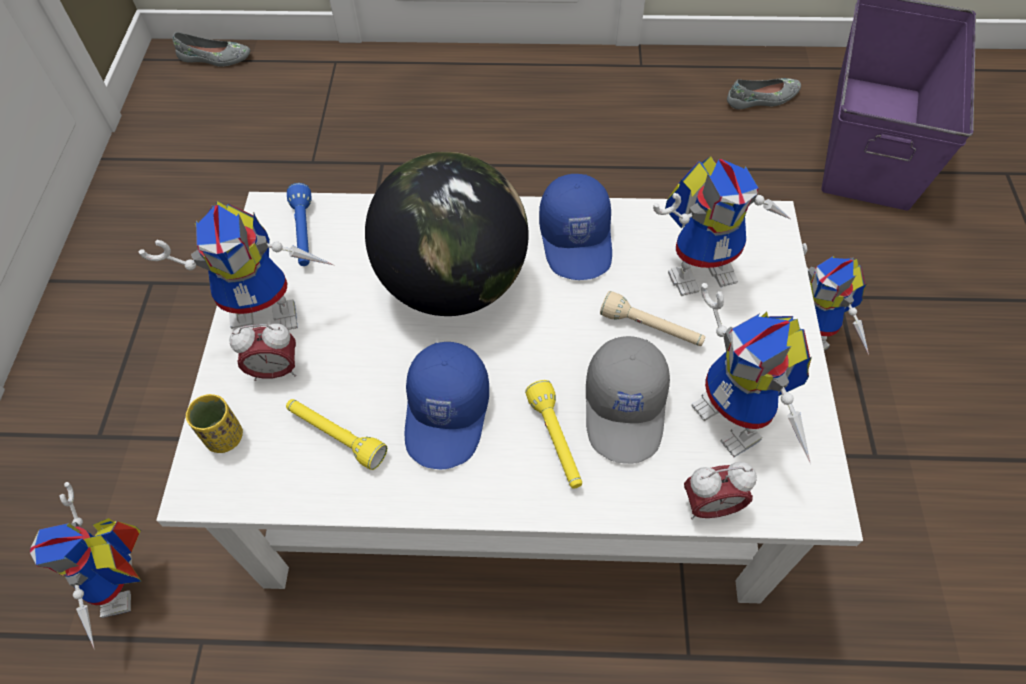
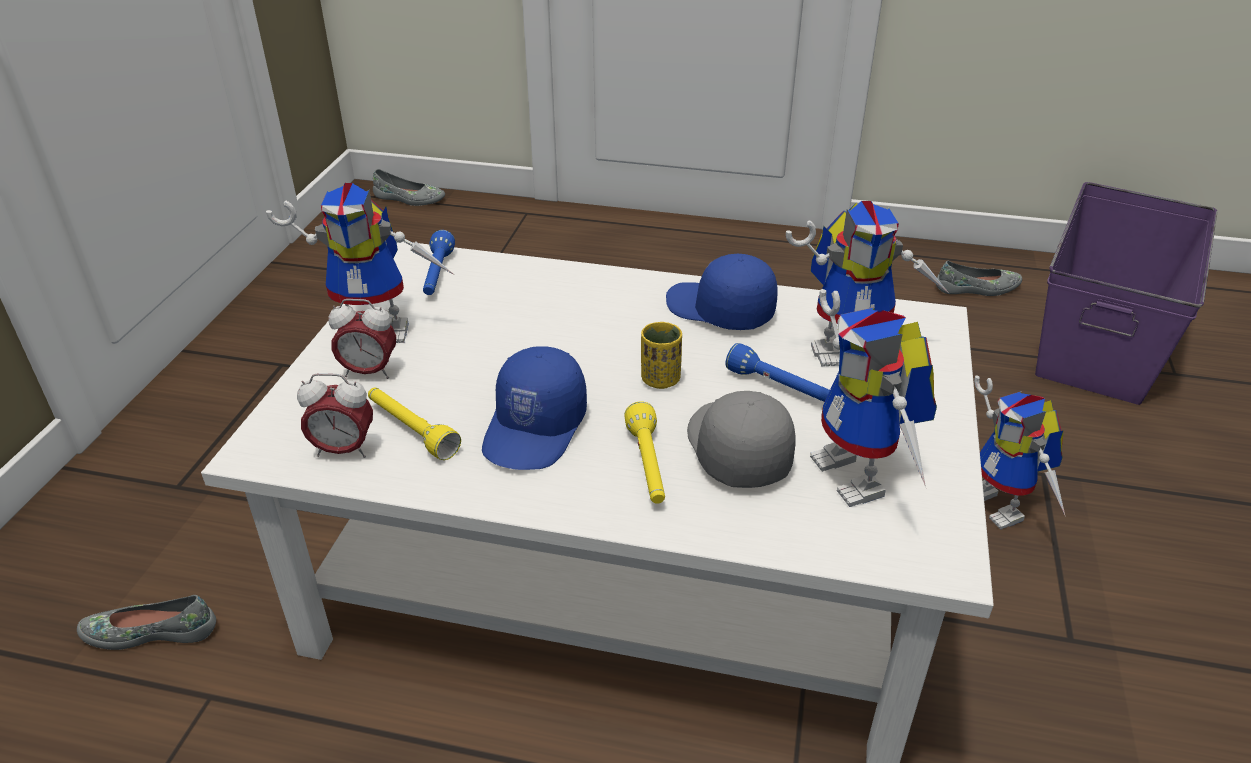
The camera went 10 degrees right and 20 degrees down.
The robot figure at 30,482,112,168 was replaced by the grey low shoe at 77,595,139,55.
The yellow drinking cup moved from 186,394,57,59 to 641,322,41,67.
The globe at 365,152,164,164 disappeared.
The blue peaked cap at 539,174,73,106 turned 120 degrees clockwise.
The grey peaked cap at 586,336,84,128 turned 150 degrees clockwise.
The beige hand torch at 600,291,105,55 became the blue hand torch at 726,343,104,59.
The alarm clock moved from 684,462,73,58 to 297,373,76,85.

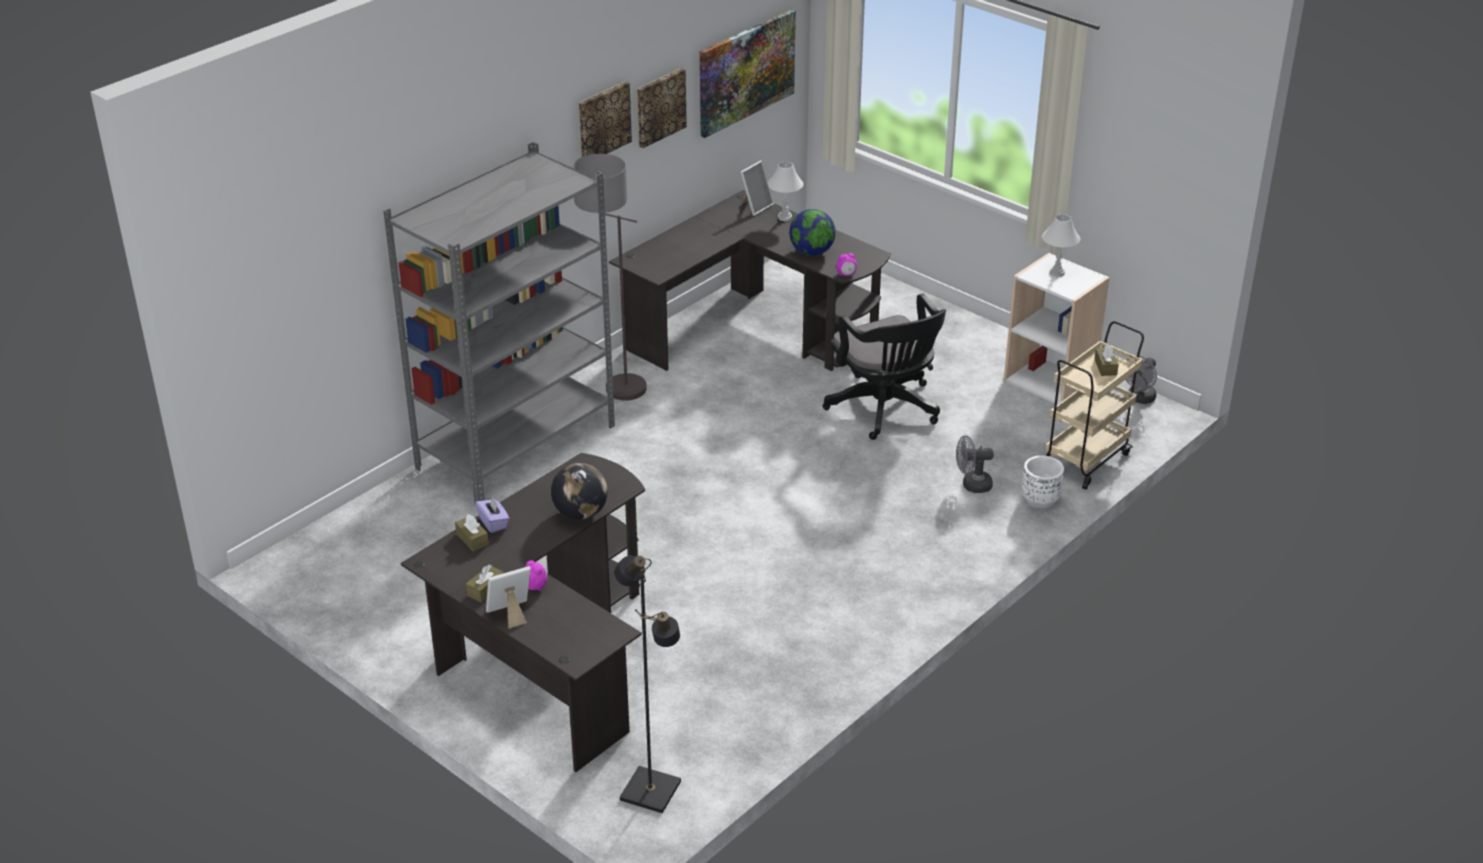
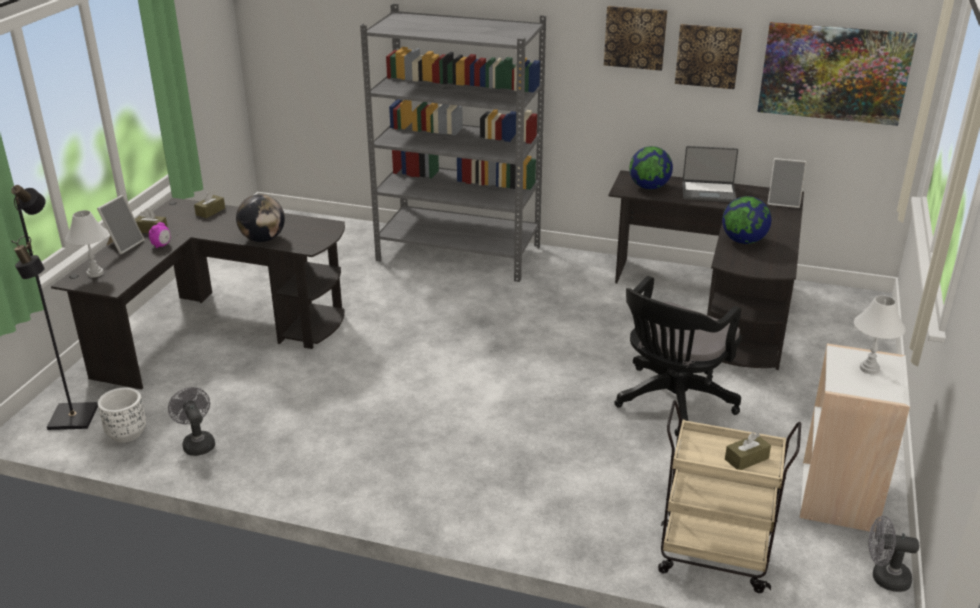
The camera went 65 degrees right and 5 degrees down.
The purplish box of tissues at 475,496,34,37 disappeared.
The standing frame at 486,566,45,63 turned 75 degrees clockwise.
The grey floor lamp at 572,154,75,247 disappeared.
The white-coloured lamp for a table moved from 768,162,35,59 to 65,210,43,68.
The alarm clock at 836,253,21,23 disappeared.
The grey fan moved from 956,435,38,58 to 168,387,47,69.
The white-coloured flower pot moved from 1021,455,43,53 to 98,387,48,56.
The globe at 629,146,44,44 appeared.
The notebook computer at 682,146,56,56 appeared.

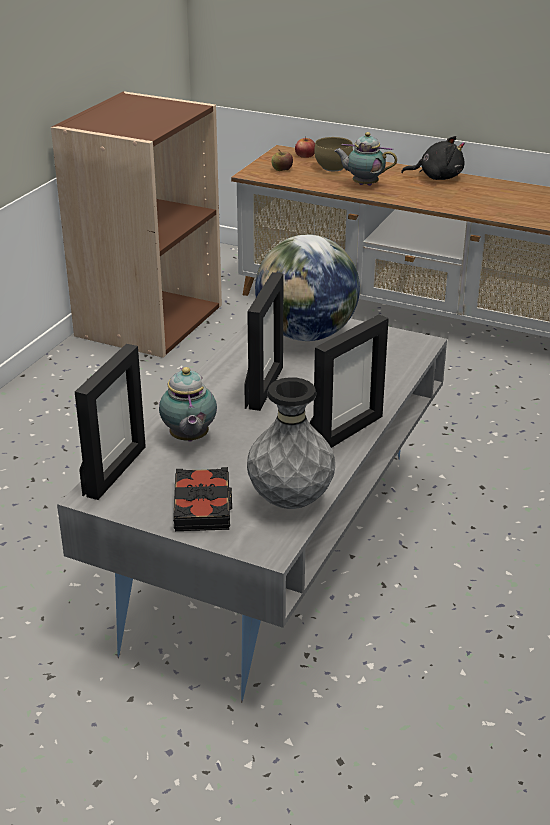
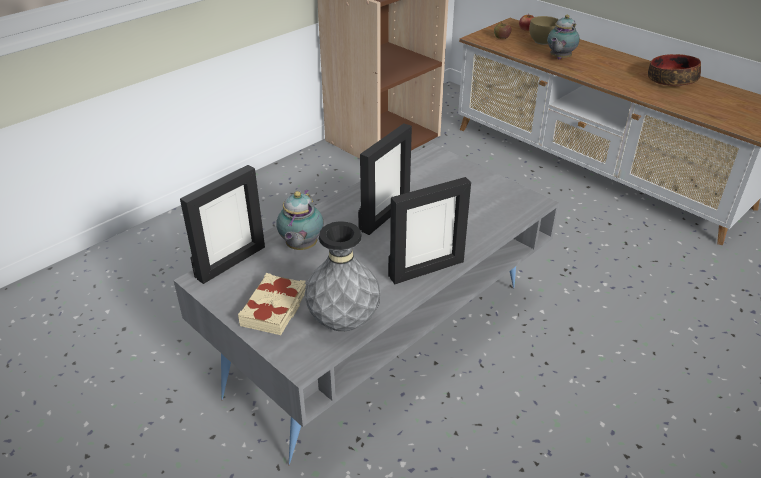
The camera went 20 degrees right and 5 degrees up.
The black volume at 173,467,59,64 became the beige volume at 238,273,68,62.
The globe at 255,235,105,106 disappeared.
The pot for tea at 334,132,63,54 turned 90 degrees counterclockwise.
The black soft toy at 401,136,64,44 disappeared.
The serving bowl at 648,54,53,32 appeared.

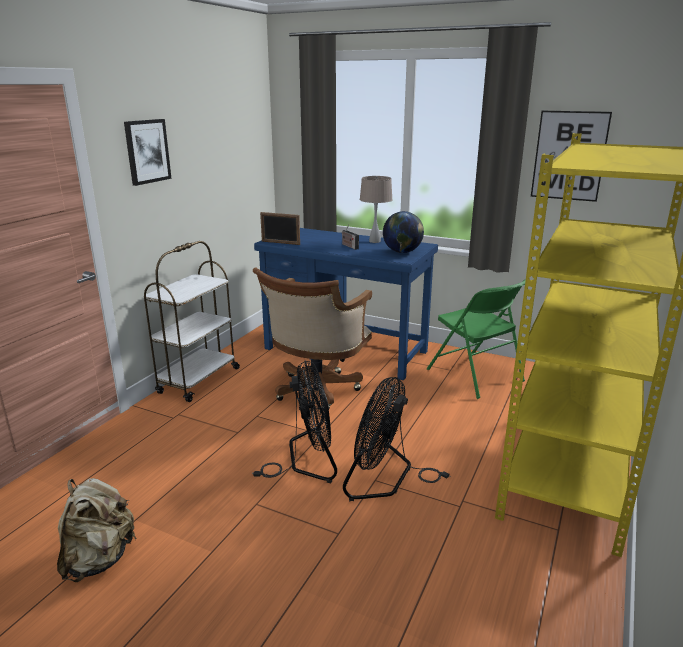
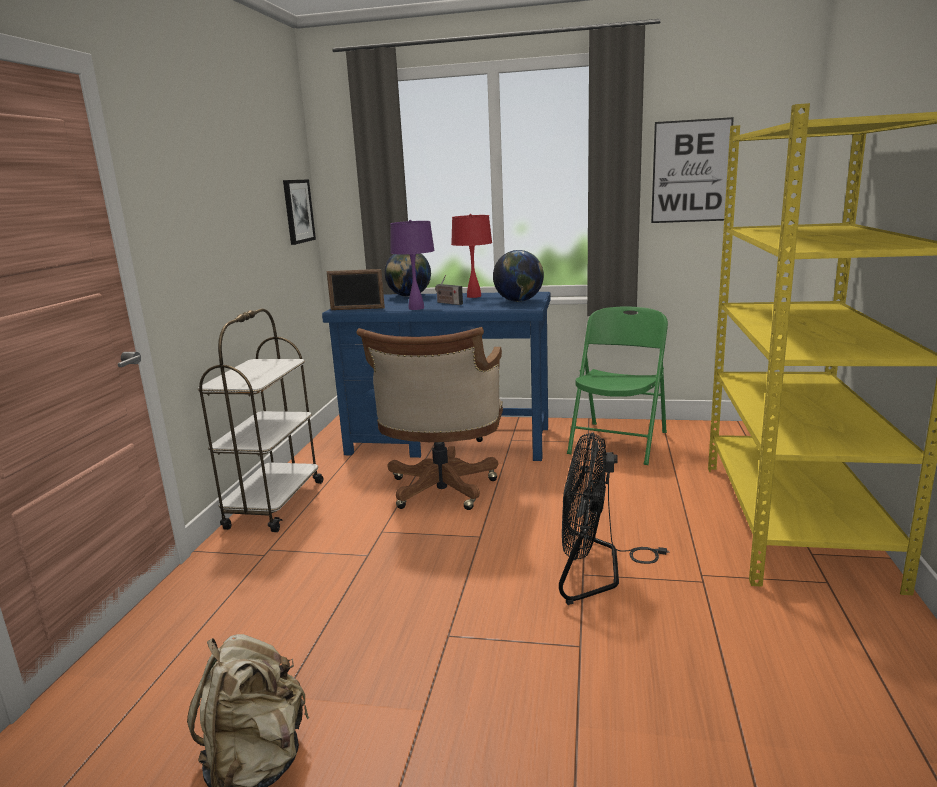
The camera went 15 degrees left and 5 degrees down.
The picture moved from 124,119,48,67 to 283,179,33,66.
The black fan at 254,360,83,124 disappeared.
The beige lamp for a table at 360,176,32,67 became the red-coloured lamp for a table at 451,214,41,84.
The green chair at 427,279,99,120 turned 105 degrees counterclockwise.
The globe at 384,254,47,43 appeared.
The purplish lamp for a table at 390,220,45,90 appeared.

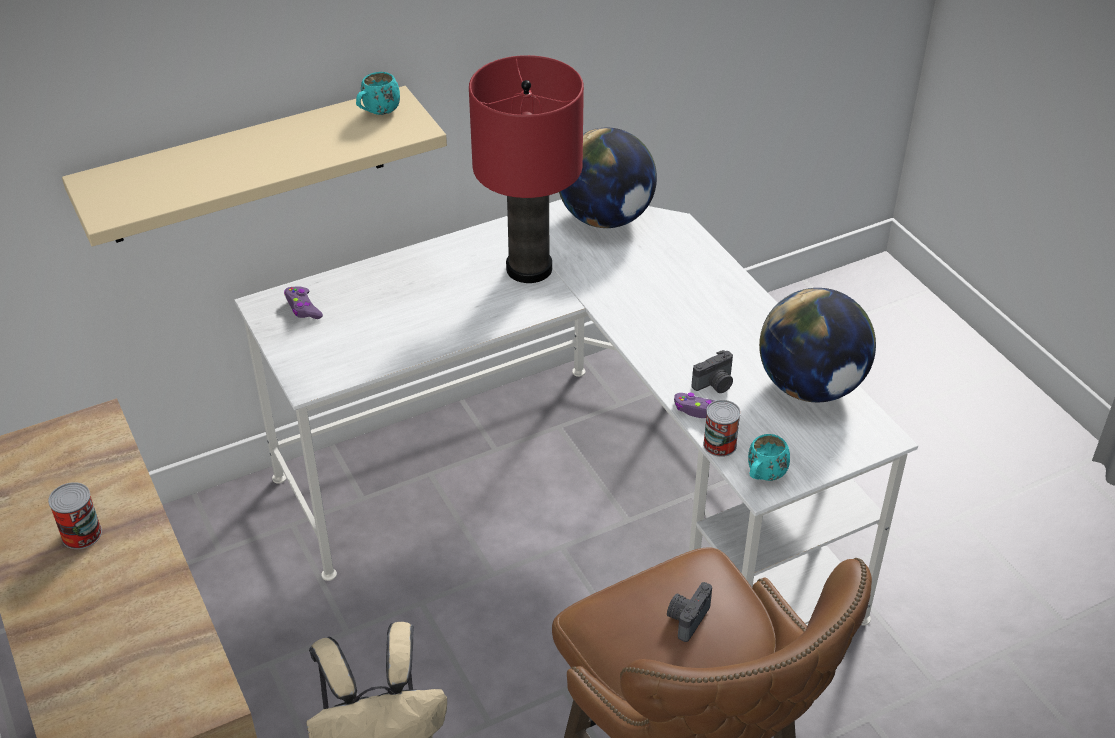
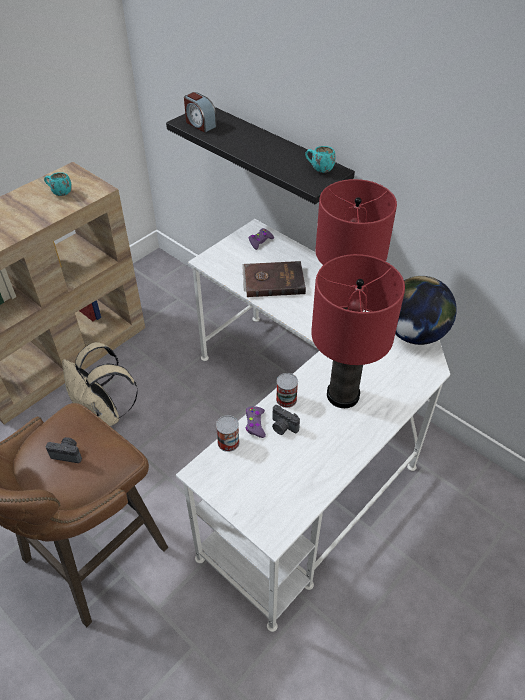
The camera went 70 degrees right and 5 degrees up.
The can moved from 48,482,54,67 to 276,373,22,35.
The beige shelf at 62,86,385,161 became the black shelf at 166,107,189,97.
The blue-green tea mug moved from 748,434,42,47 to 44,172,28,24.
The globe at 759,288,117,114 disappeared.
The alarm clock at 184,92,33,40 appeared.
The brown-coloured volume at 242,261,64,36 appeared.
The red-coloured lamp for a table at 311,254,94,154 appeared.

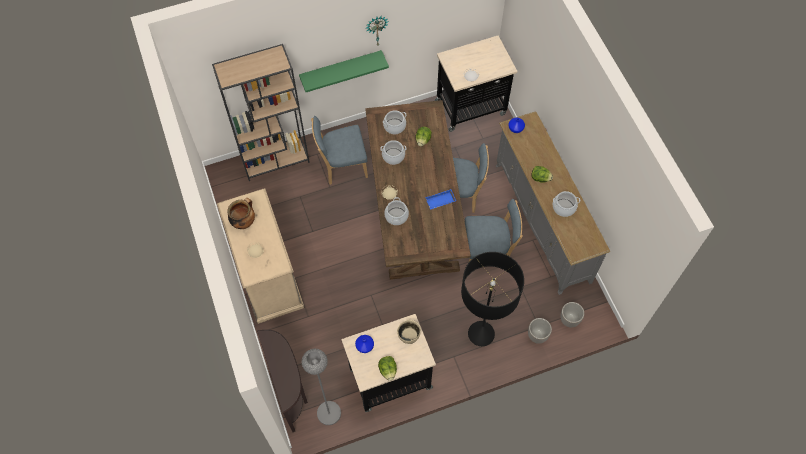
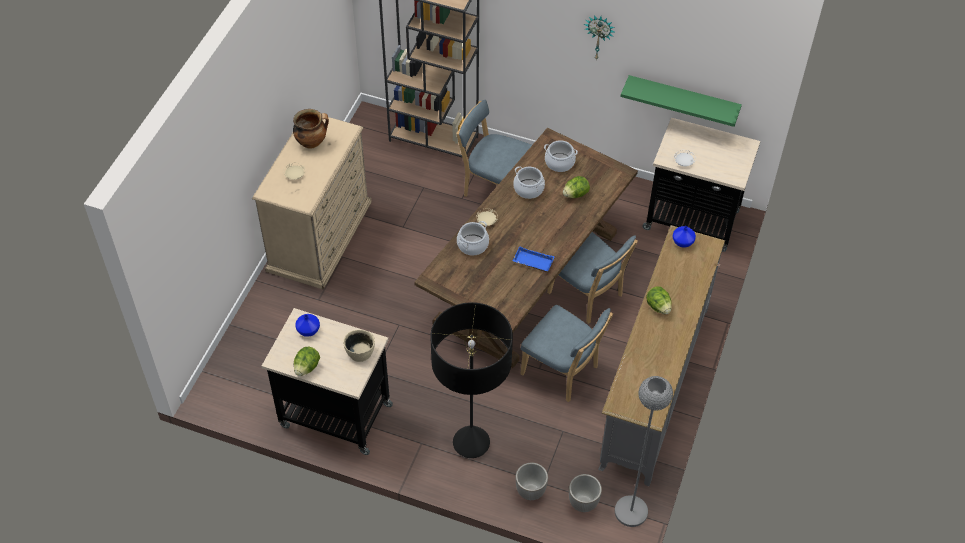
The camera went 40 degrees right and 10 degrees down.
The brown-coloured console table at 257,330,51,102 disappeared.
The green shelf moved from 299,50,90,42 to 621,75,121,52.
The grey floor lamp moved from 302,349,39,76 to 615,376,58,151.
The cooking pot at 553,191,27,26 disappeared.

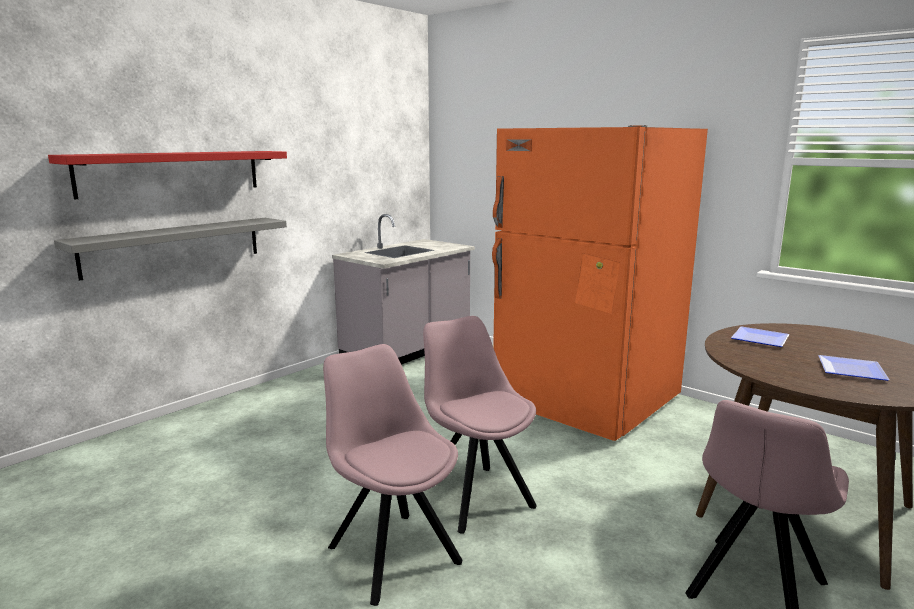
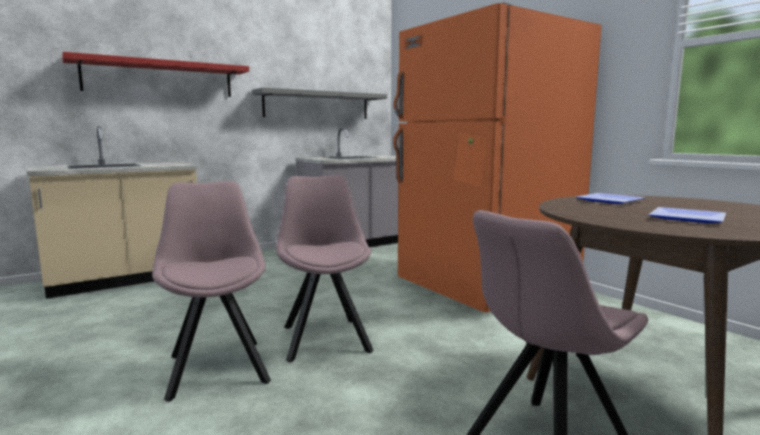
The camera went 15 degrees right and 5 degrees down.
The grey shelf moved from 54,218,233,63 to 252,87,135,32.
The beige kitchen base unit at 27,126,171,173 appeared.

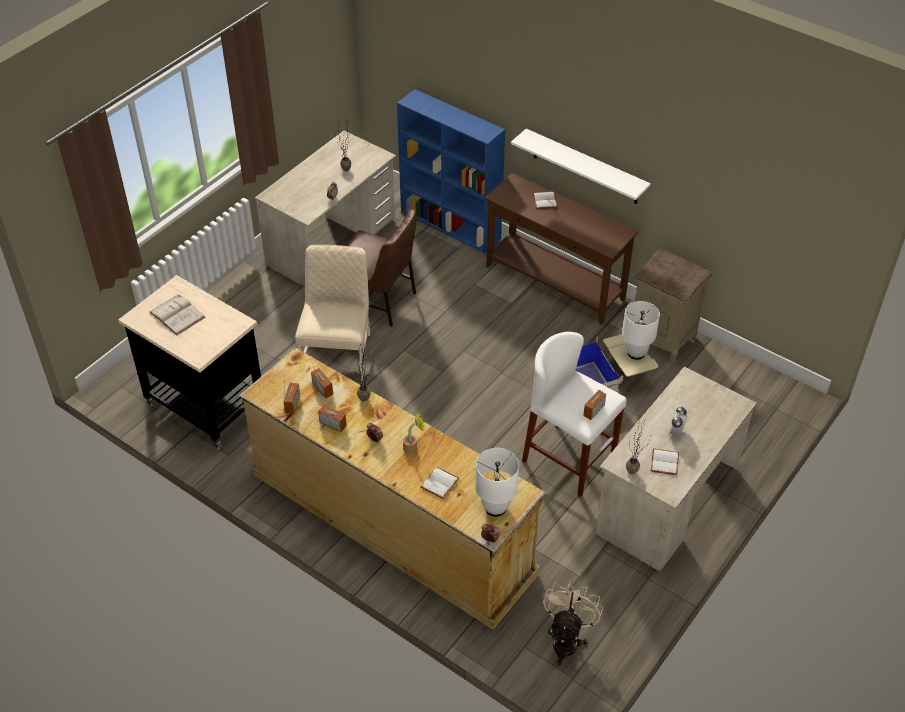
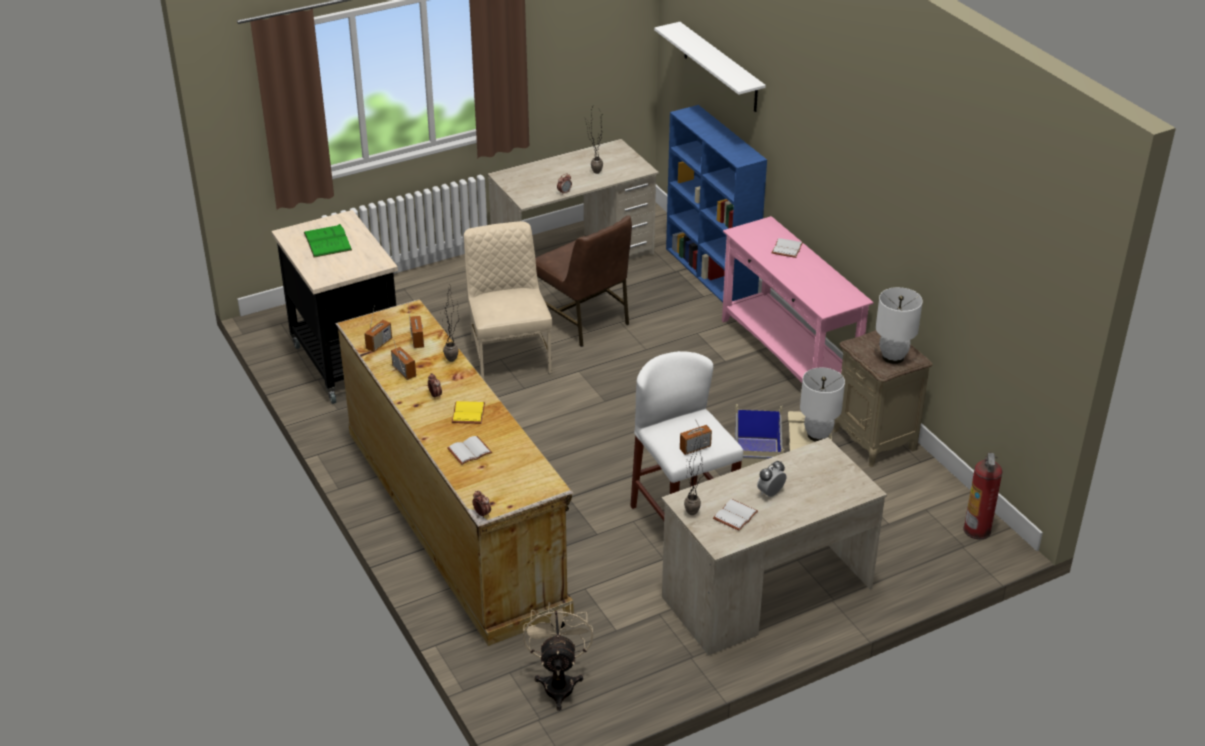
The camera went 25 degrees right and 10 degrees down.
The white-coloured volume at 149,294,57,41 became the green volume at 304,224,48,34.
The beige chair at 295,245,75,138 turned 45 degrees counterclockwise.
The potted plant at 403,412,23,42 was replaced by the yellow volume at 452,401,33,23.
The white-coloured lamp for a table moved from 475,448,44,69 to 876,287,47,77.
The brown-coloured console table at 484,173,155,152 became the pink-coloured console table at 722,216,151,167.
The white-coloured shelf moved from 511,129,140,75 to 654,22,112,90.
The beige fan at 543,581,60,85 turned 45 degrees counterclockwise.
The extinguisher at 964,453,38,87 appeared.

